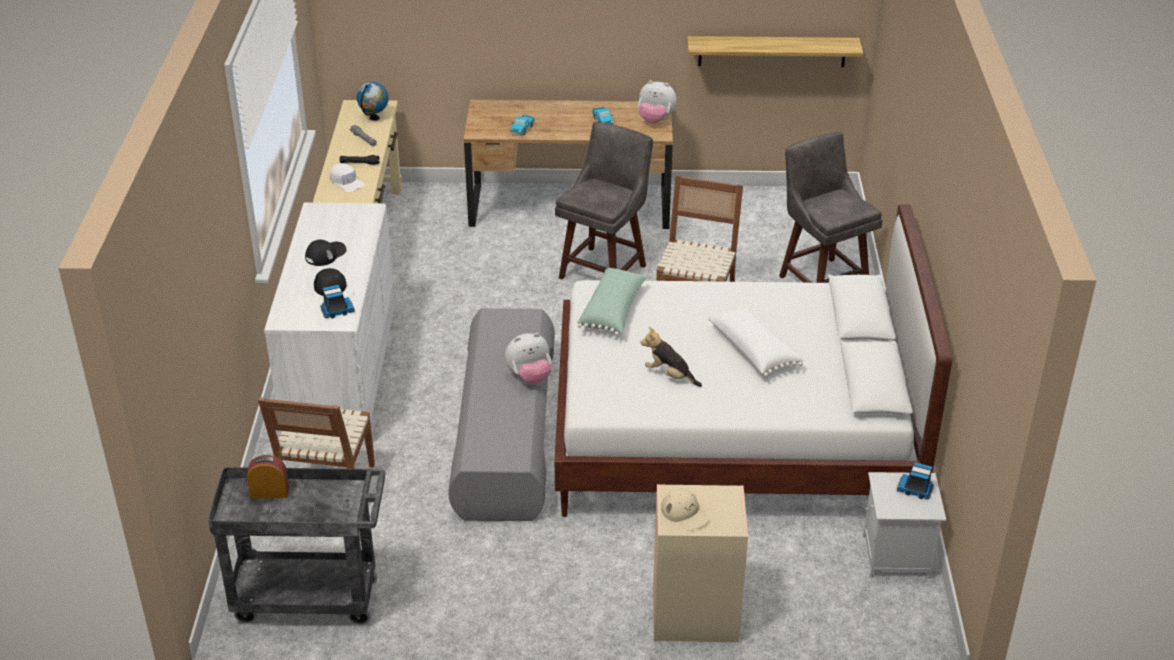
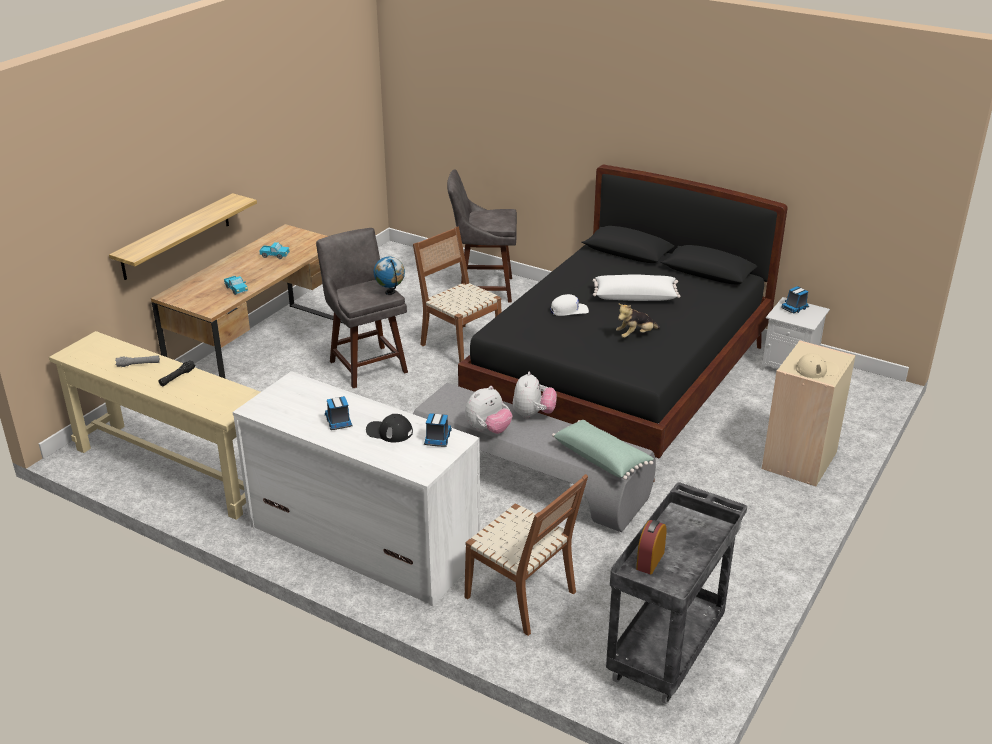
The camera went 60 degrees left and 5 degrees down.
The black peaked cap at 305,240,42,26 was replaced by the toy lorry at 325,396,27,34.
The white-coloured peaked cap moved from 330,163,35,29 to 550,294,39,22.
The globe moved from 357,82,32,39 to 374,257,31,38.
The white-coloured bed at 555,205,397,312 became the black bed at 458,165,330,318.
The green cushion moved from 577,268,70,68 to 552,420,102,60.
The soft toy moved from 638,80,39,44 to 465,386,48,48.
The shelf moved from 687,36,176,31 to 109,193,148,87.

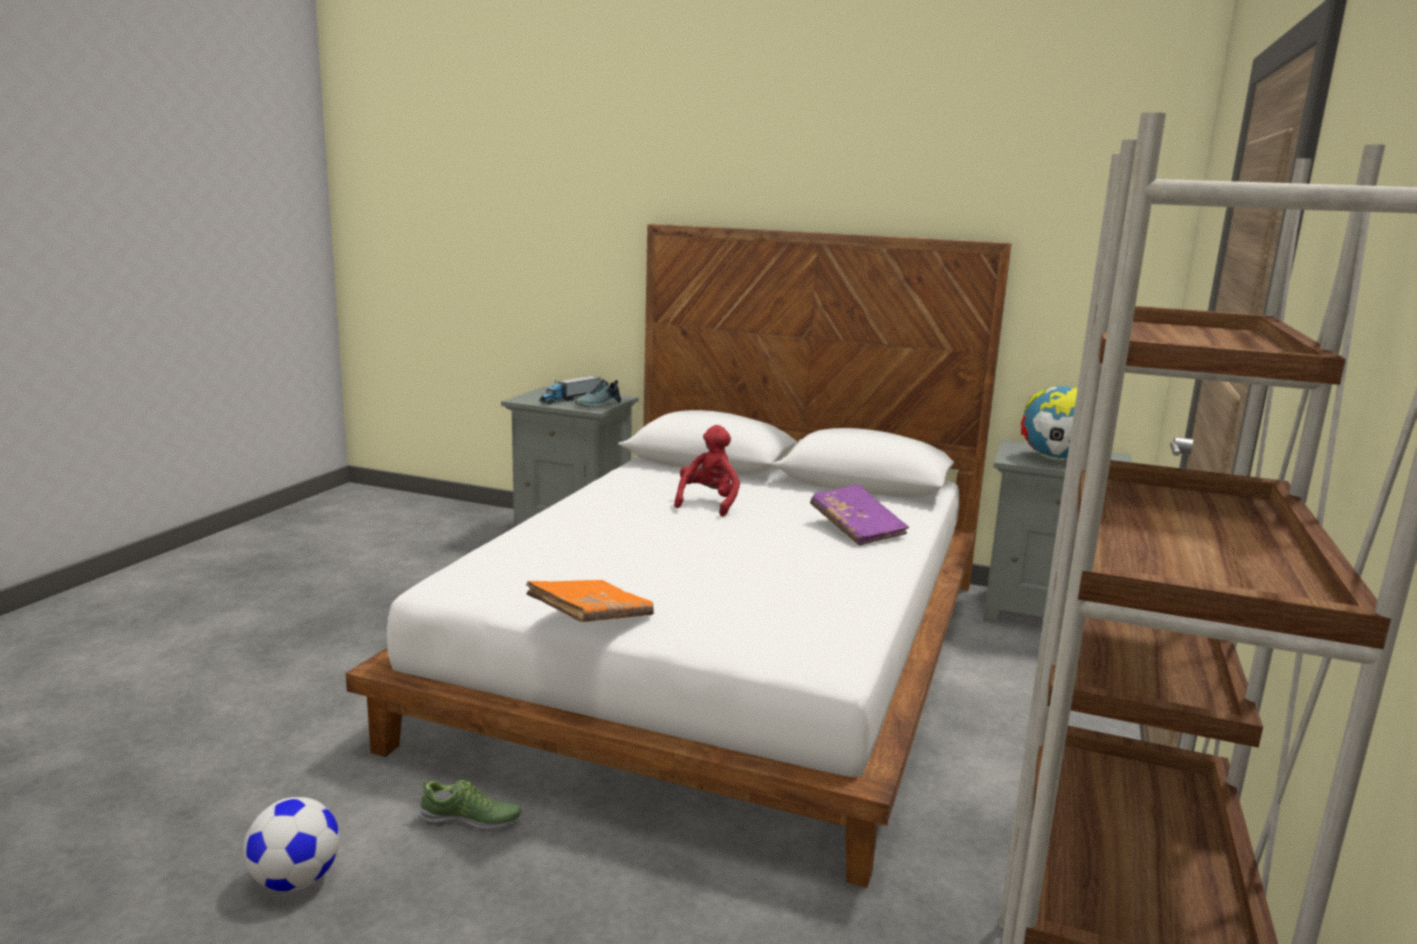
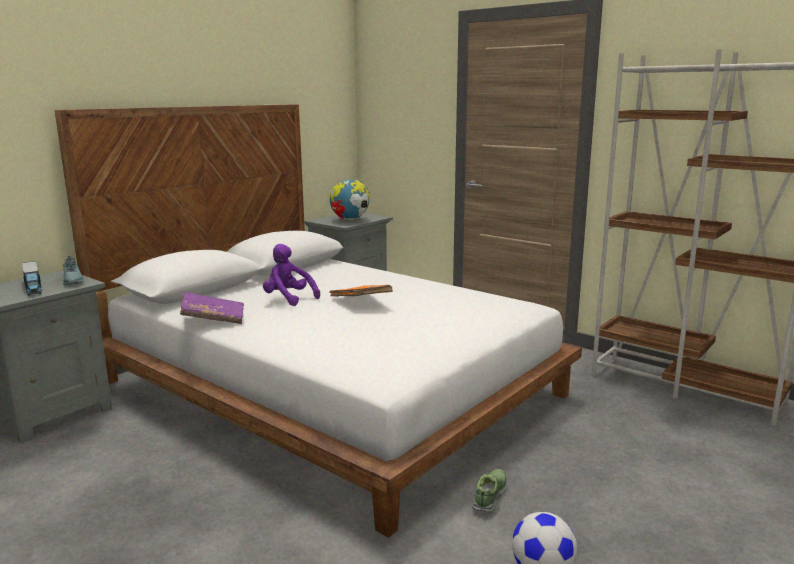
The camera went 70 degrees left and 0 degrees up.
The orangey volume moved from 526,580,128,42 to 329,285,64,12.
The red-coloured soft toy at 674,425,66,91 became the purplish soft toy at 263,244,57,62.
The purplish volume moved from 810,484,99,62 to 180,292,64,32.

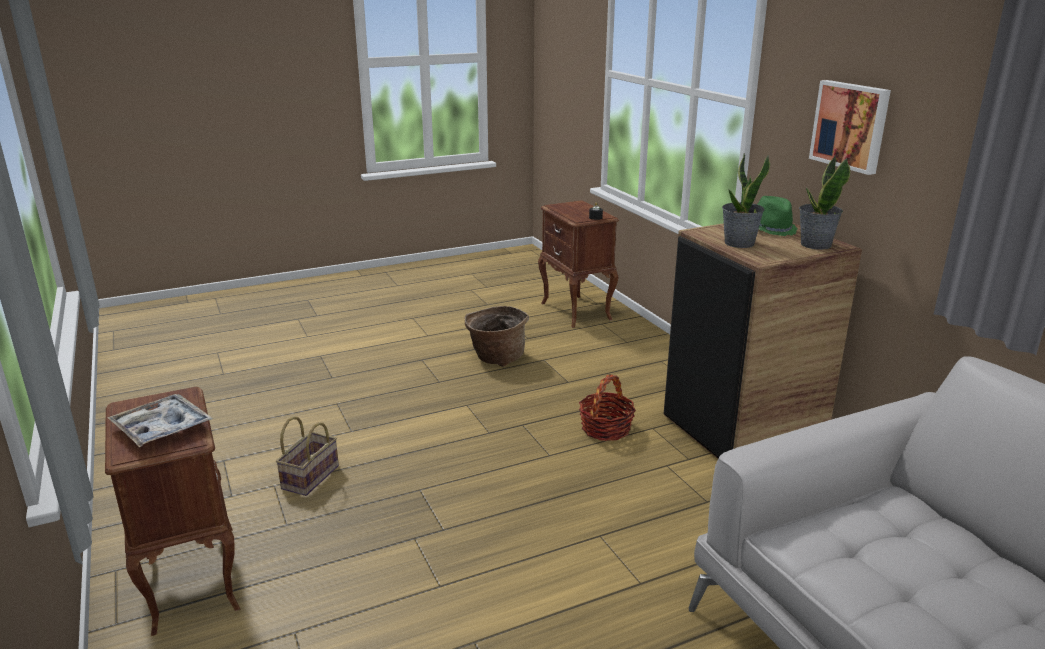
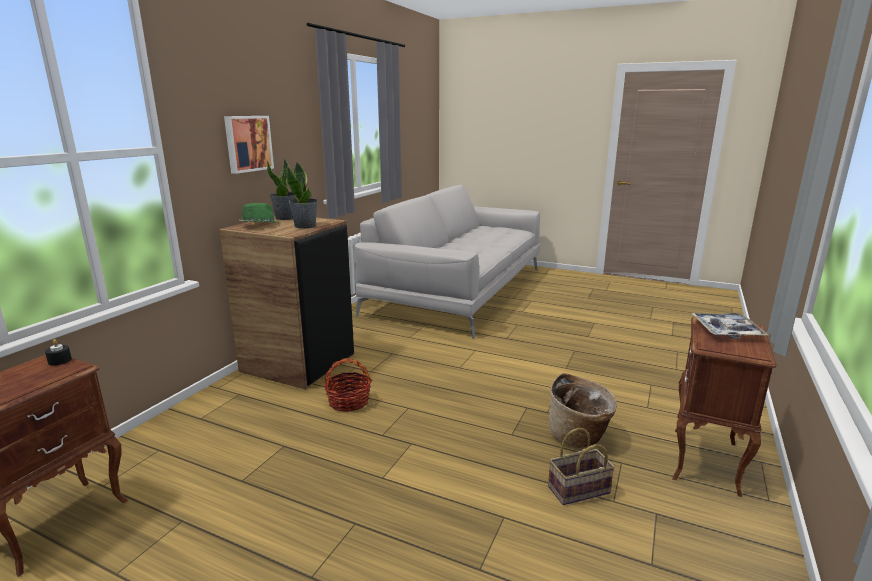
The camera went 130 degrees left and 5 degrees down.
The household basket moved from 464,306,65,61 to 549,373,68,75.

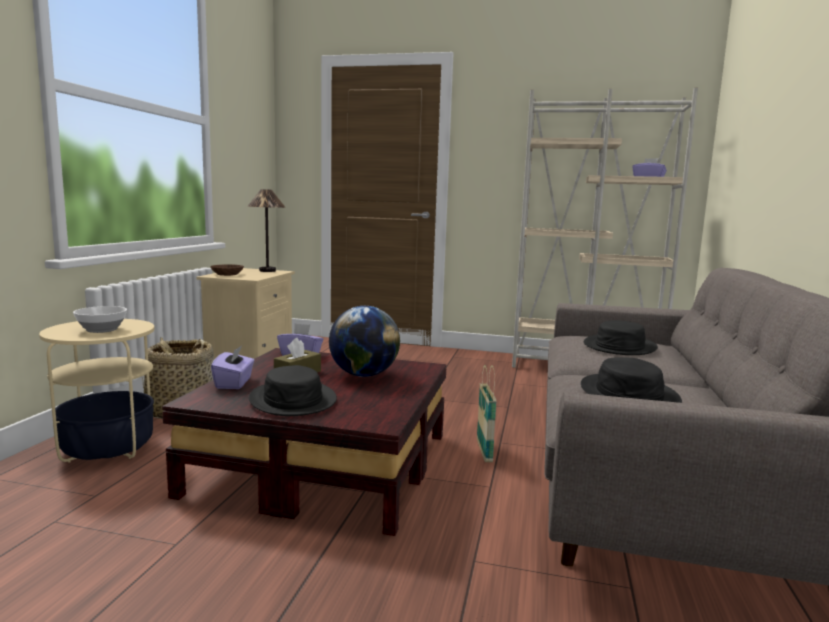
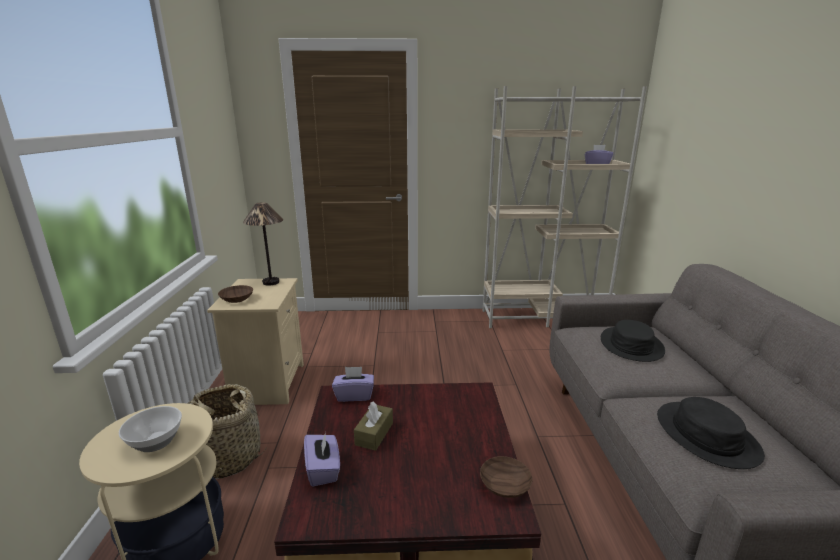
The camera went 15 degrees left and 10 degrees up.
The black clothing hat at 249,365,88,51 disappeared.
The globe at 329,306,71,71 disappeared.
The household basket at 477,365,19,97 disappeared.
The brown-coloured serving bowl at 480,456,52,42 appeared.

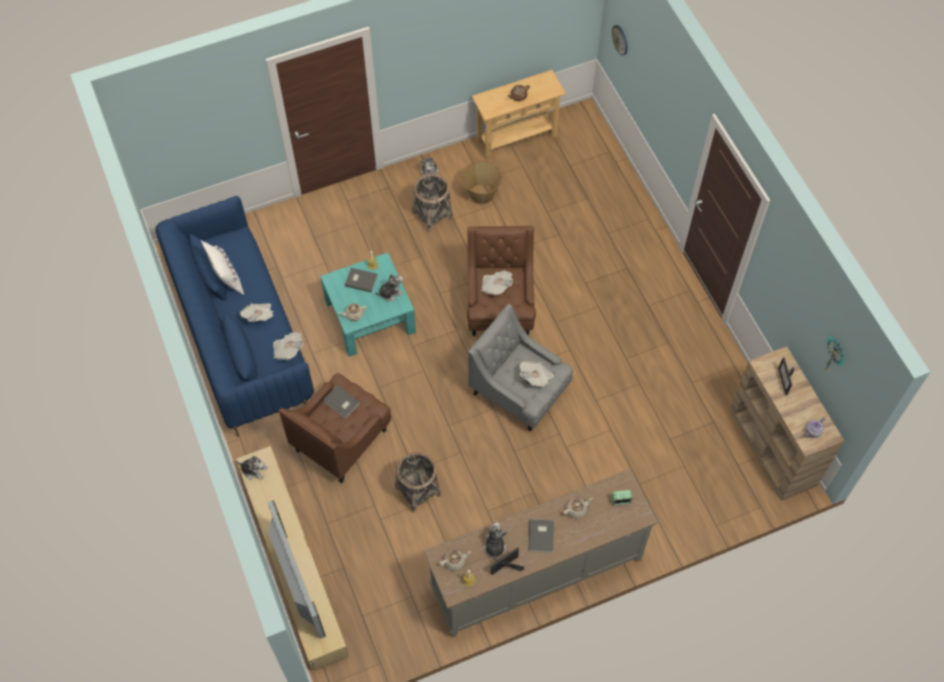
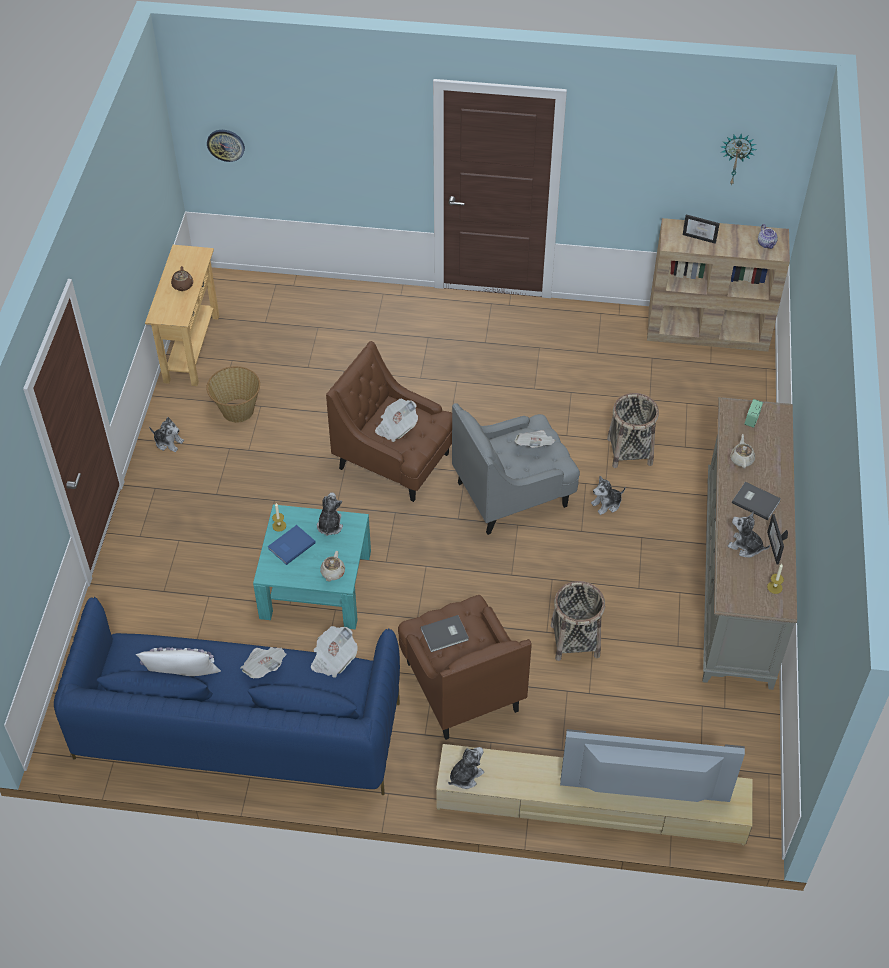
The camera went 60 degrees left and 10 degrees down.
The grey volume at 345,268,33,25 became the blue volume at 268,525,48,40.
The household basket moved from 412,174,41,58 to 607,393,52,75.
The beige pot for tea at 439,550,32,21 disappeared.
The soft toy at 591,476,35,39 appeared.

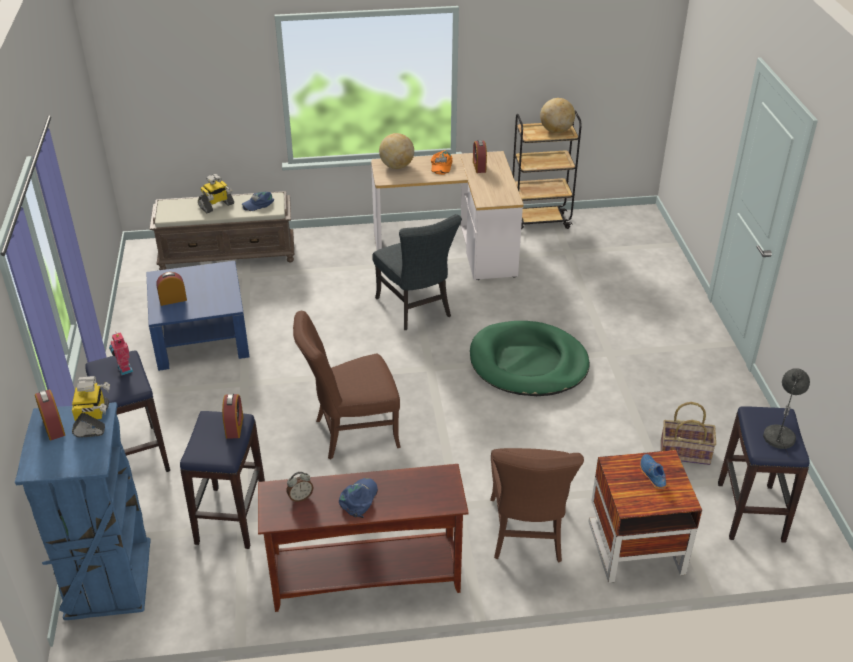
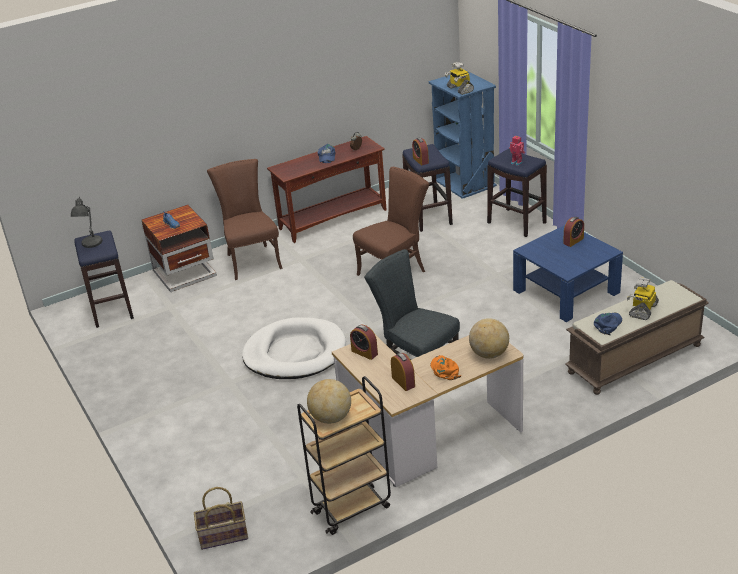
The camera went 160 degrees right and 5 degrees down.
The alarm clock moved from 35,390,30,50 to 350,325,28,35.
The green dog cushion at 470,321,120,75 became the white-coloured dog cushion at 242,317,104,62.
The household basket moved from 660,402,56,63 to 194,487,54,63.

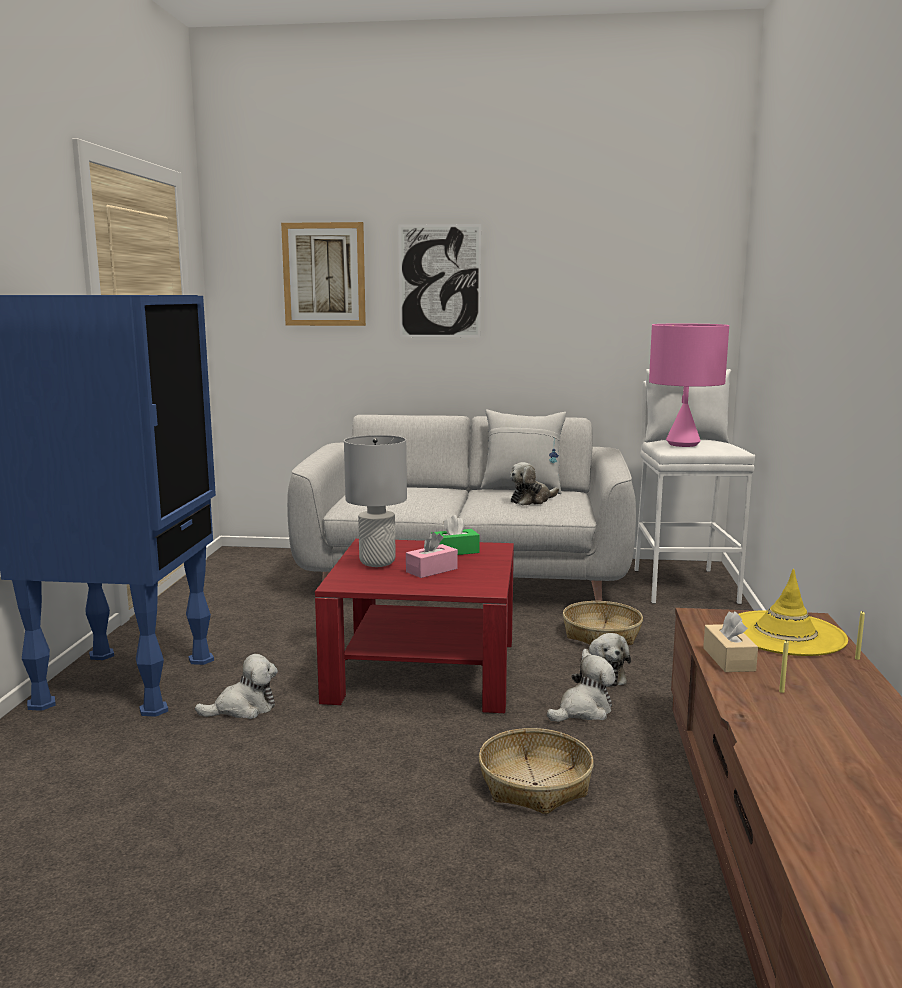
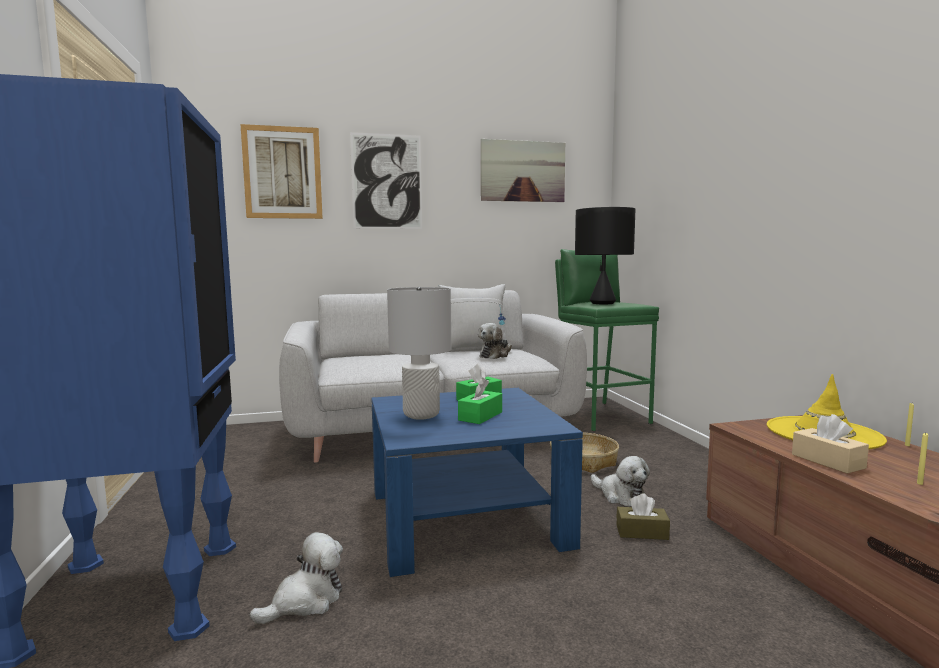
The camera went 20 degrees left and 5 degrees down.
The red-coloured lounge table at 315,539,199,174 became the blue lounge table at 371,388,212,189.
The pink-coloured box of tissues at 406,532,52,46 became the green box of tissues at 458,377,44,47.
The household basket at 479,728,115,86 disappeared.
The soft toy at 547,655,69,67 was replaced by the brown-coloured box of tissues at 616,493,54,47.
The white-coloured stool seat at 634,369,121,235 became the green stool seat at 555,249,104,182.
The pink-coloured lamp for a table at 649,324,80,123 became the black lamp for a table at 575,207,60,97.
The picture at 481,139,84,63 appeared.

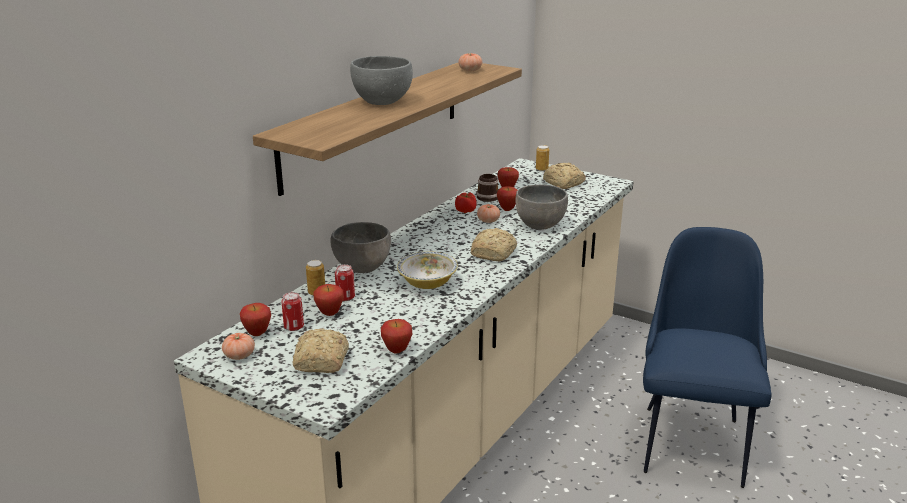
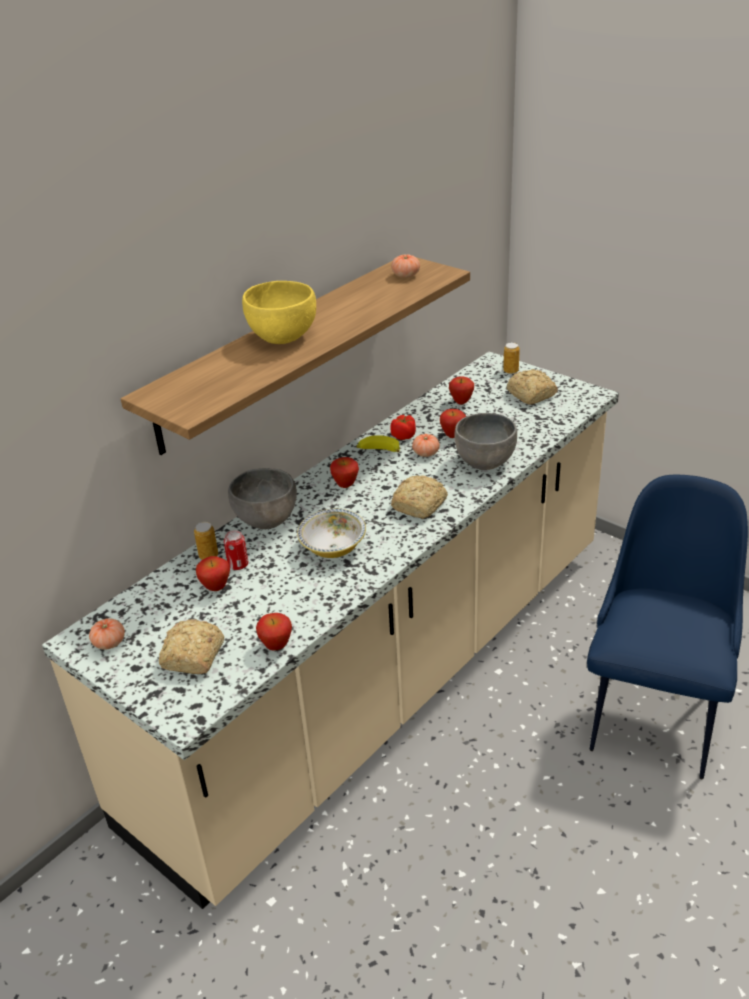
The camera went 10 degrees right and 10 degrees up.
The whole apple moved from 240,303,31,33 to 330,457,29,31.
The can at 282,292,22,39 disappeared.
The grey serving bowl at 350,56,63,49 became the yellow serving bowl at 242,281,74,63.
The tea mug at 476,174,22,28 disappeared.
The whole banana at 356,435,43,17 appeared.

